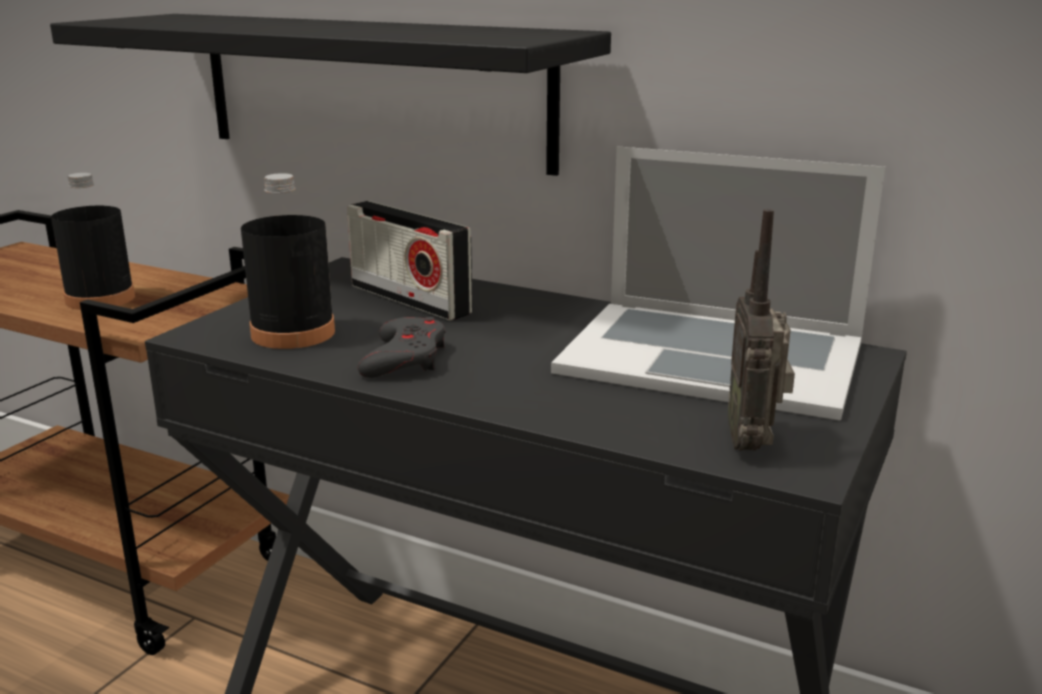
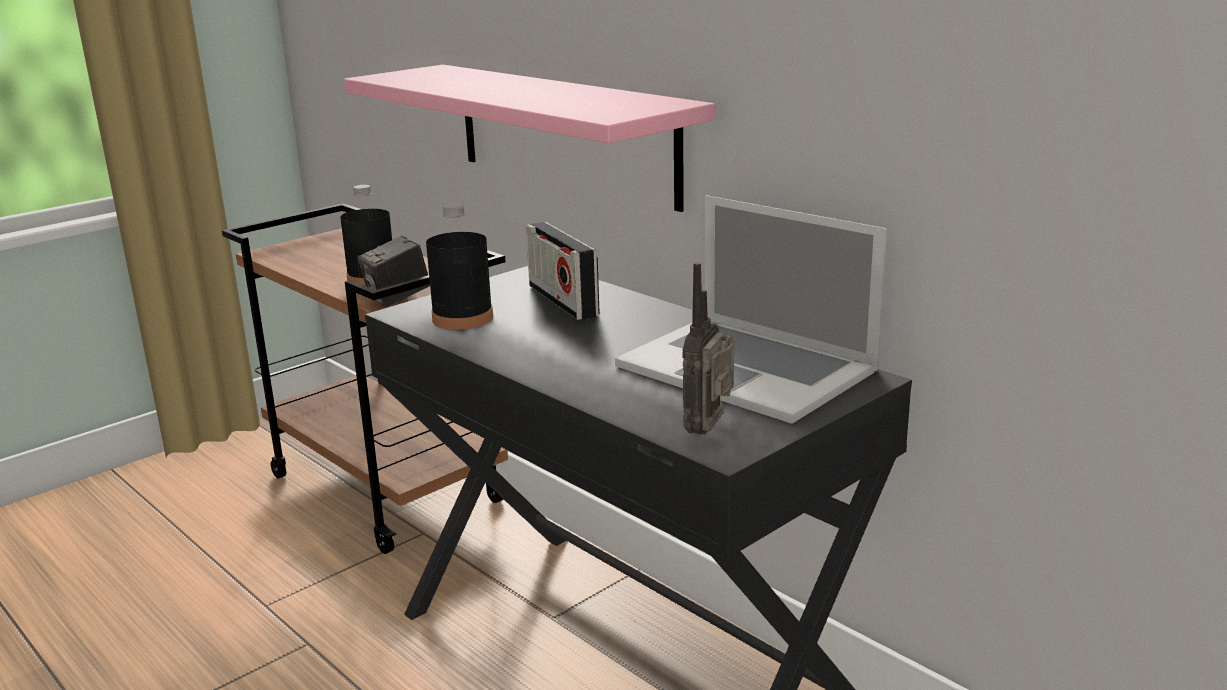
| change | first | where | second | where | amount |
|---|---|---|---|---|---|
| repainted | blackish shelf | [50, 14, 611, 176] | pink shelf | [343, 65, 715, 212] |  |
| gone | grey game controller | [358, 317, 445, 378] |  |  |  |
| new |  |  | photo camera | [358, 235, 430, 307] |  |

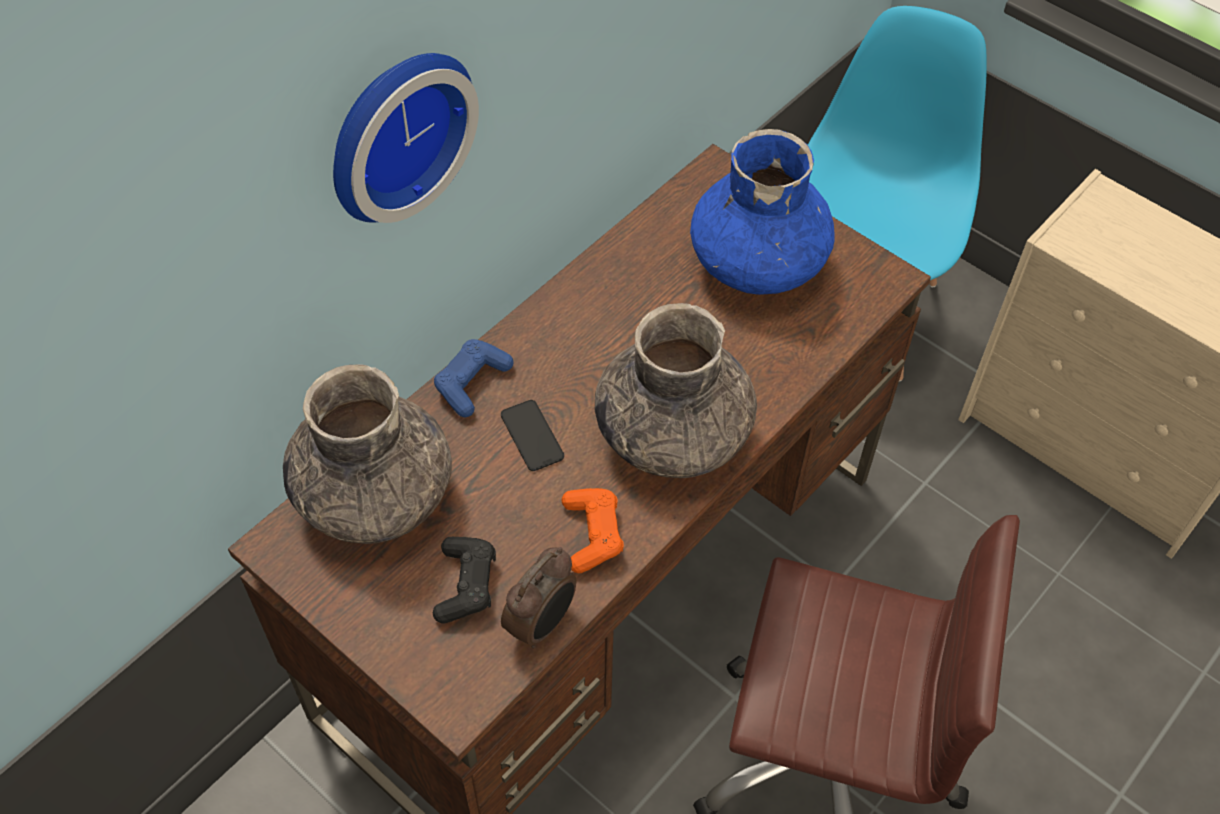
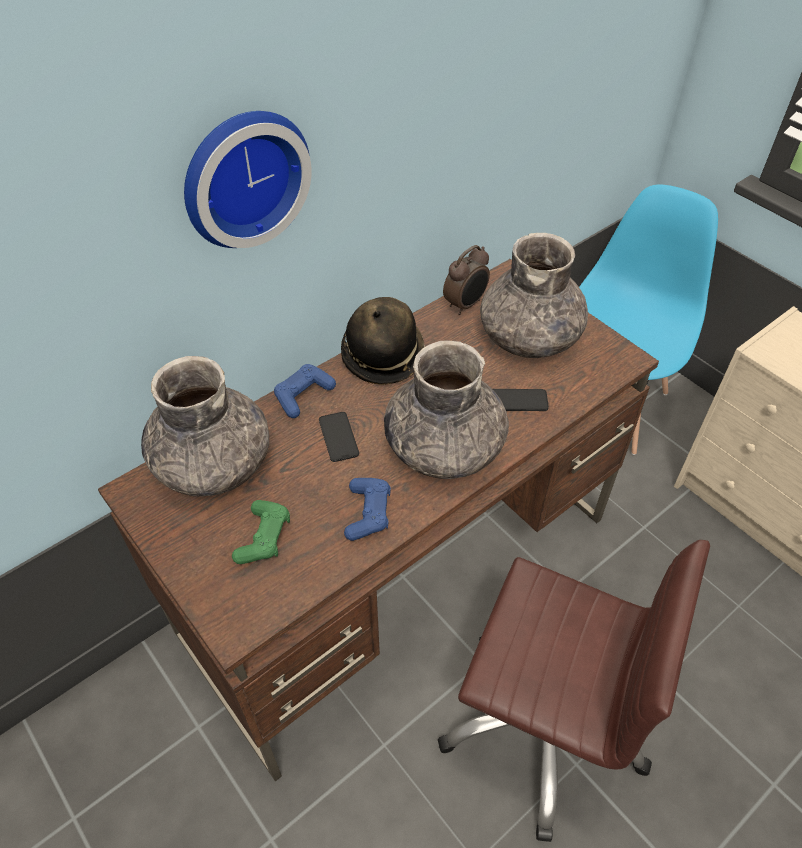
| change | first | where | second | where | amount |
|---|---|---|---|---|---|
| repainted | bluish flower vase | [690, 129, 835, 295] | grey flower vase | [480, 233, 588, 358] |  |
| repainted | orange game controller | [562, 488, 624, 573] | bluish game controller | [344, 478, 391, 541] |  |
| repainted | blackish game controller | [433, 537, 496, 624] | green-coloured game controller | [232, 500, 290, 564] |  |
| shifted | table clock | [501, 547, 576, 649] |  | [443, 245, 490, 315] |  |
| new |  |  | hat | [341, 297, 425, 385] |  |
| new |  |  | handset | [493, 389, 549, 411] |  |

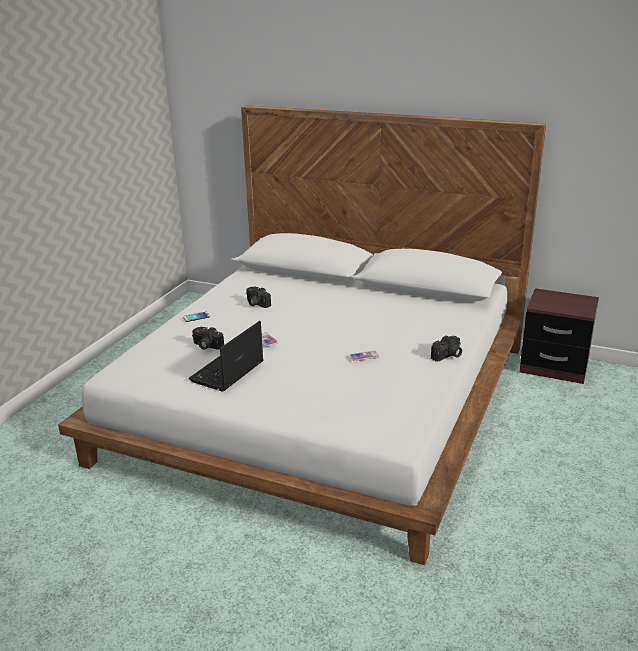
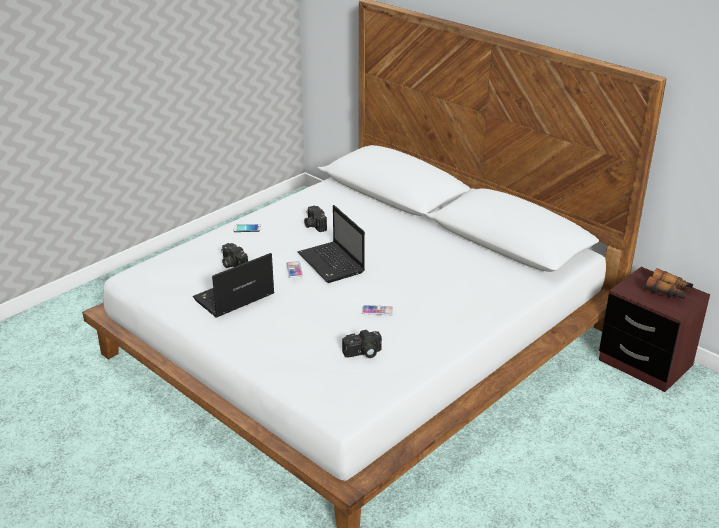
| change | first | where | second | where | amount |
|---|---|---|---|---|---|
| shifted | photo camera | [431, 335, 462, 362] |  | [342, 330, 382, 358] |  |
| new |  |  | portable computer | [297, 205, 365, 283] |  |
| new |  |  | pair of binoculars | [645, 268, 693, 299] |  |

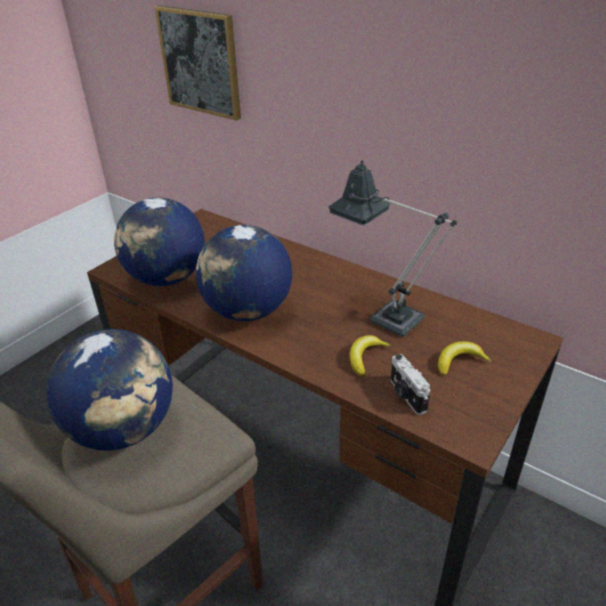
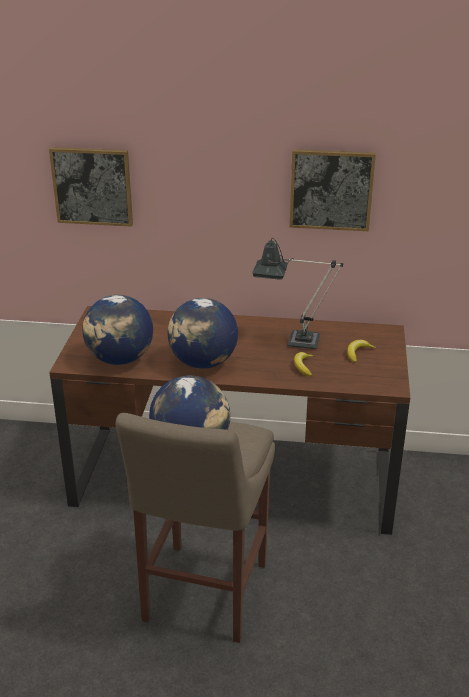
| change | first | where | second | where | amount |
|---|---|---|---|---|---|
| gone | photo camera | [390, 354, 430, 415] |  |  |  |
| new |  |  | wall picture | [290, 149, 376, 231] |  |

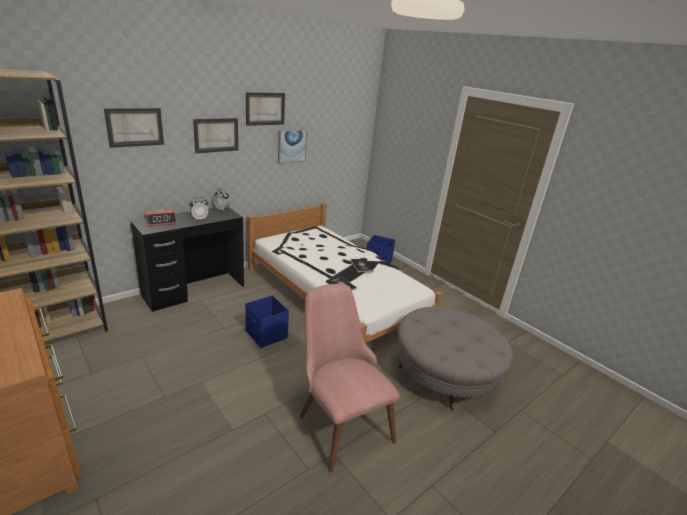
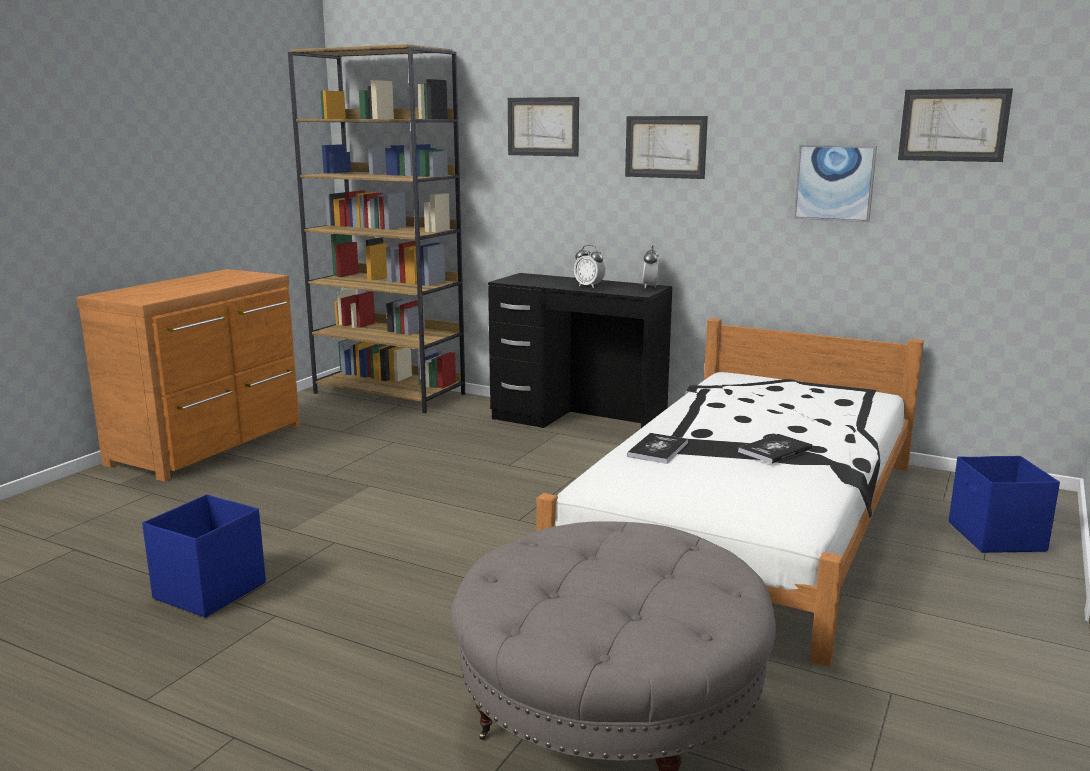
| change | first | where | second | where | amount |
|---|---|---|---|---|---|
| shifted | wall picture | [246, 92, 285, 126] |  | [898, 88, 1013, 162] |  |
| gone | table clock | [145, 209, 177, 226] |  |  |  |
| gone | pink upright chair | [299, 284, 399, 473] |  |  |  |
| shifted | bluish storage bin | [245, 295, 289, 348] |  | [142, 494, 266, 618] |  |

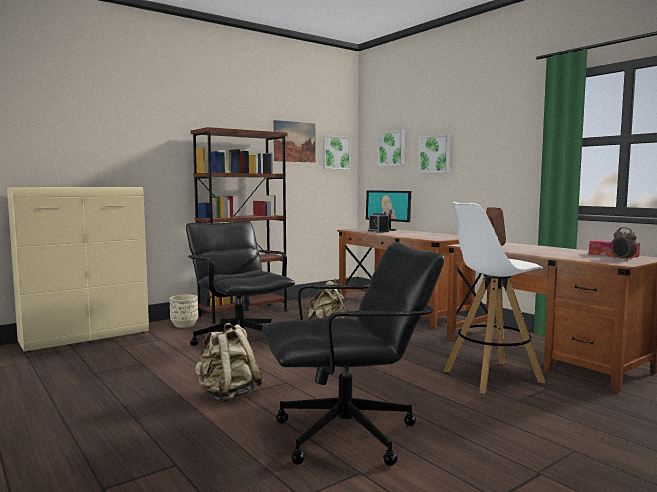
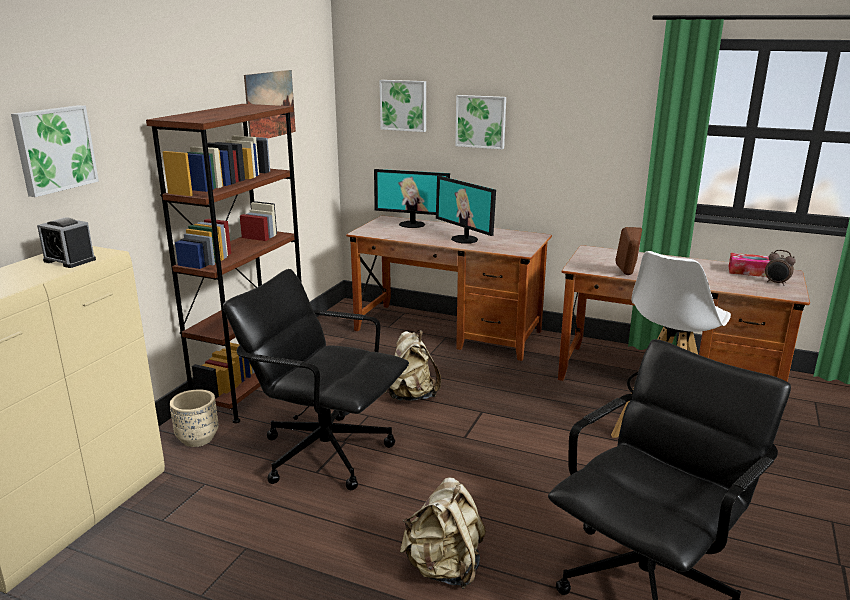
| change | first | where | second | where | amount |
|---|---|---|---|---|---|
| shifted | wall picture | [323, 136, 350, 169] |  | [11, 105, 99, 197] |  |
| shifted | table clock | [368, 213, 389, 233] |  | [37, 217, 96, 268] |  |
| new |  |  | computer display | [436, 176, 496, 243] |  |

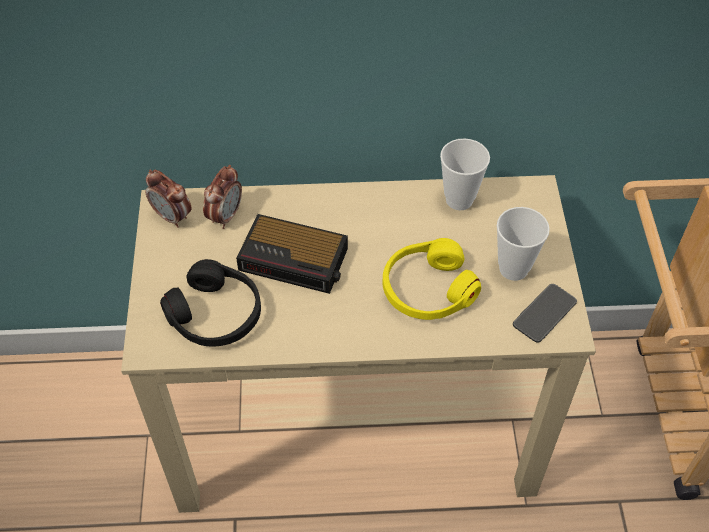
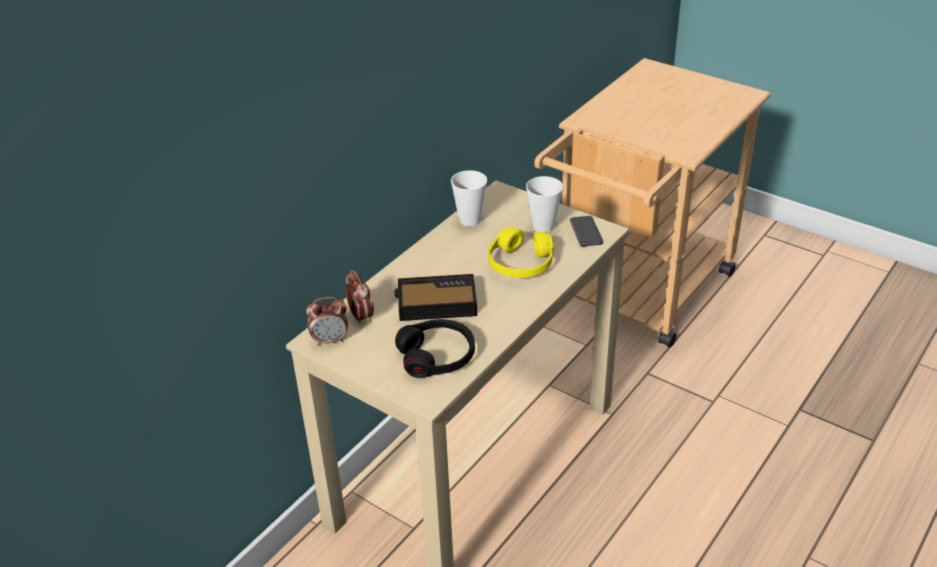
| change | first | where | second | where | amount |
|---|---|---|---|---|---|
| rotated | table clock | [236, 214, 348, 294] |  | [394, 274, 477, 321] | 150 degrees counterclockwise |

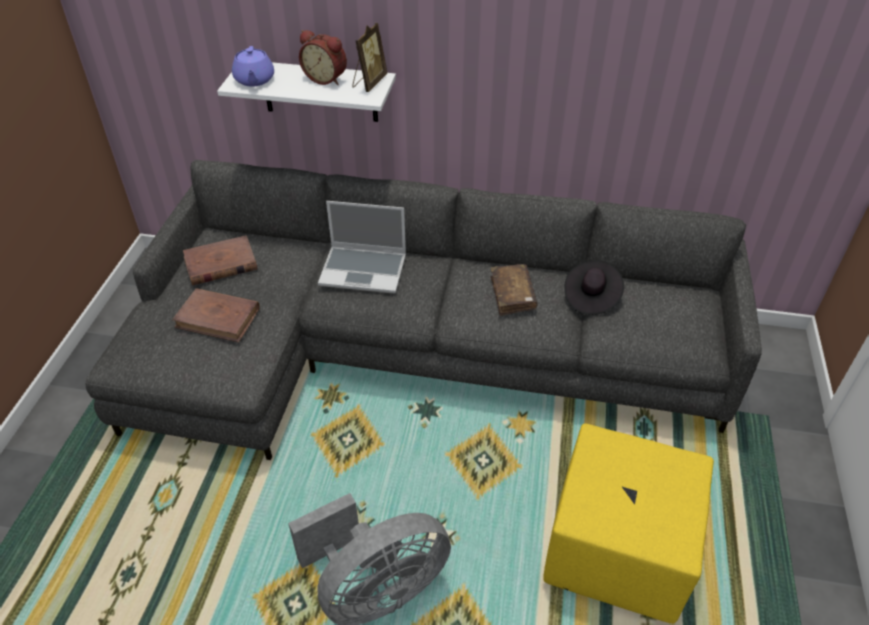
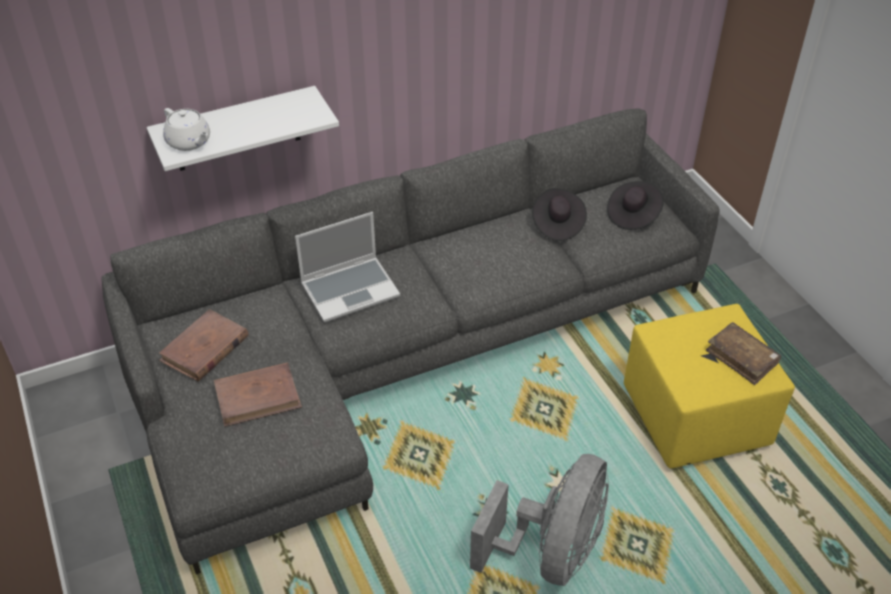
| change | first | where | second | where | amount |
|---|---|---|---|---|---|
| gone | photo frame | [352, 23, 387, 92] |  |  |  |
| gone | table clock | [299, 30, 347, 85] |  |  |  |
| repainted | purplish teapot | [232, 46, 274, 87] | white teapot | [163, 108, 210, 151] |  |
| shifted | brown-coloured bound book | [491, 264, 538, 316] |  | [706, 322, 781, 385] |  |
| new |  |  | blackish hat | [607, 181, 663, 230] |  |

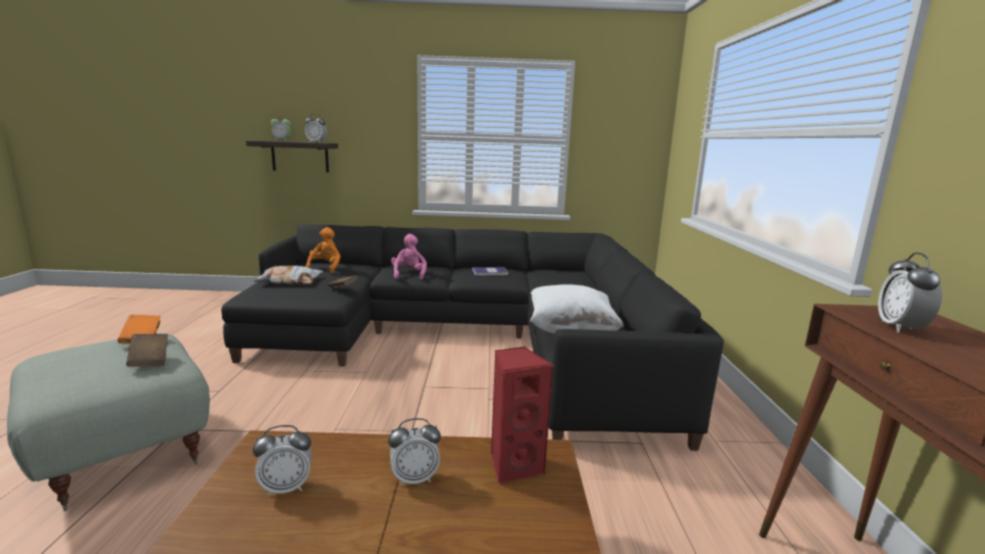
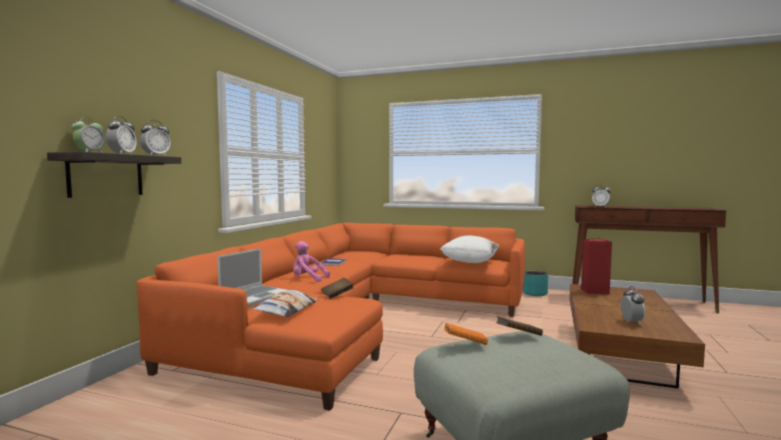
| change | first | where | second | where | amount |
|---|---|---|---|---|---|
| repainted | blackish couch | [221, 224, 724, 451] | orange couch | [137, 223, 525, 411] |  |
| swapped | orange soft toy | [306, 227, 341, 273] | portable computer | [217, 248, 286, 306] |  |
| shifted | table clock | [388, 418, 441, 486] |  | [106, 116, 137, 154] |  |
| new |  |  | blue-green plant pot | [523, 270, 548, 296] |  |

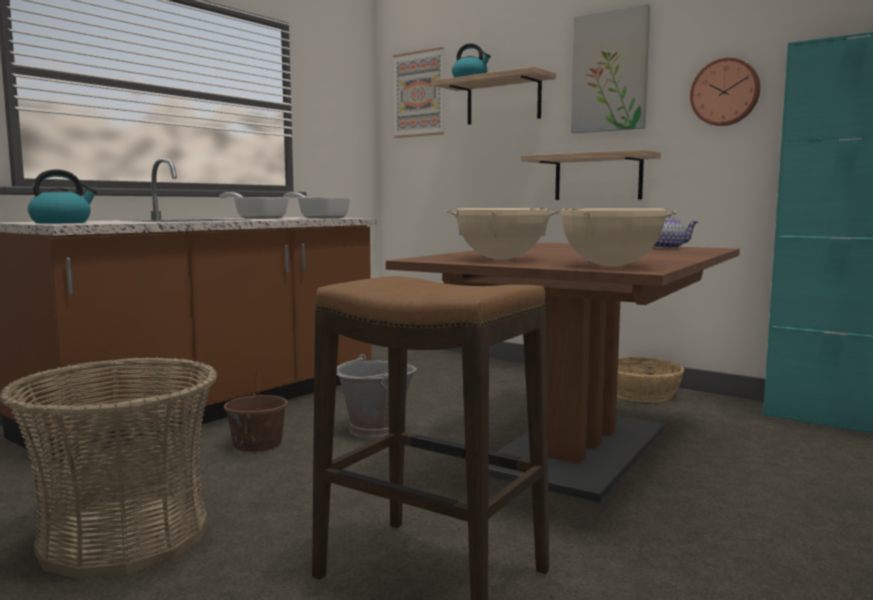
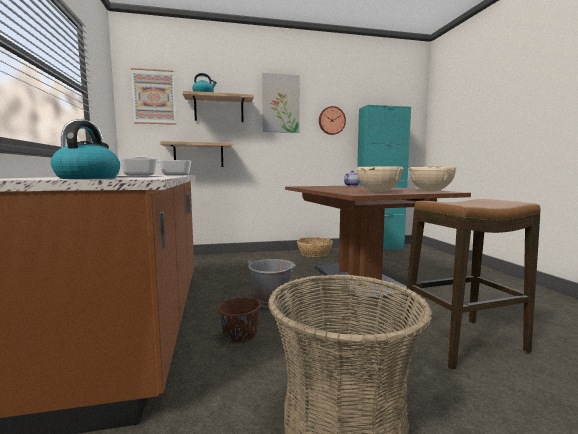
| change | first | where | second | where | amount |
|---|---|---|---|---|---|
| shifted | shelf | [521, 149, 661, 200] |  | [160, 141, 232, 167] |  |

